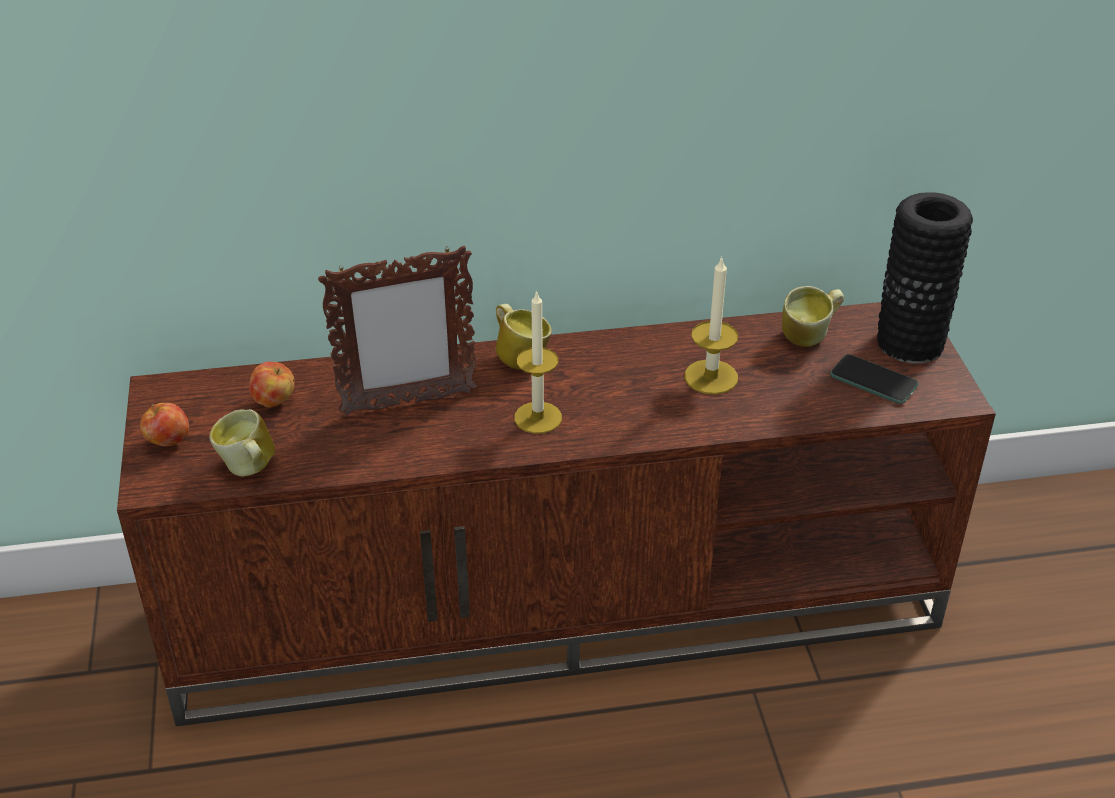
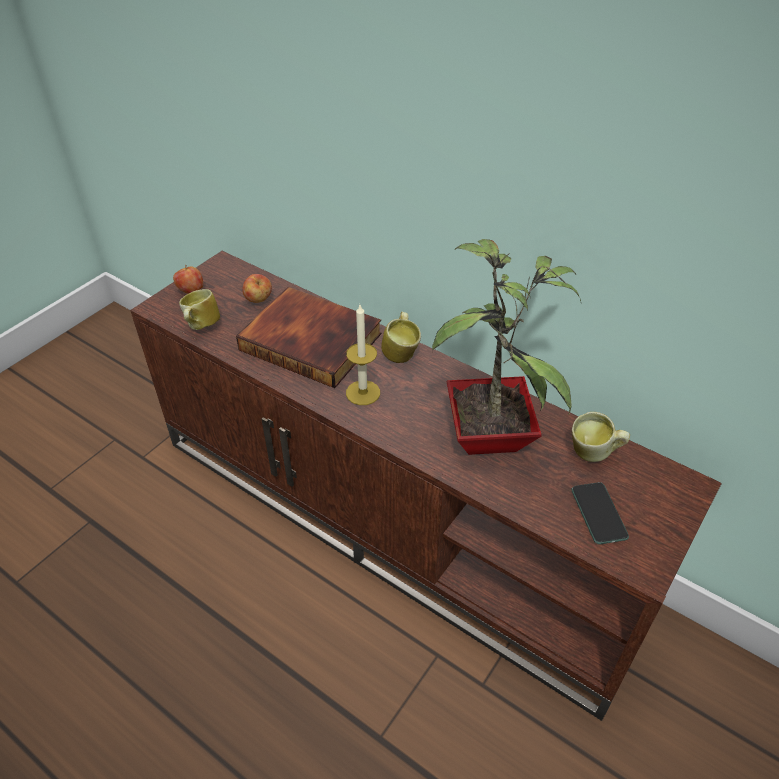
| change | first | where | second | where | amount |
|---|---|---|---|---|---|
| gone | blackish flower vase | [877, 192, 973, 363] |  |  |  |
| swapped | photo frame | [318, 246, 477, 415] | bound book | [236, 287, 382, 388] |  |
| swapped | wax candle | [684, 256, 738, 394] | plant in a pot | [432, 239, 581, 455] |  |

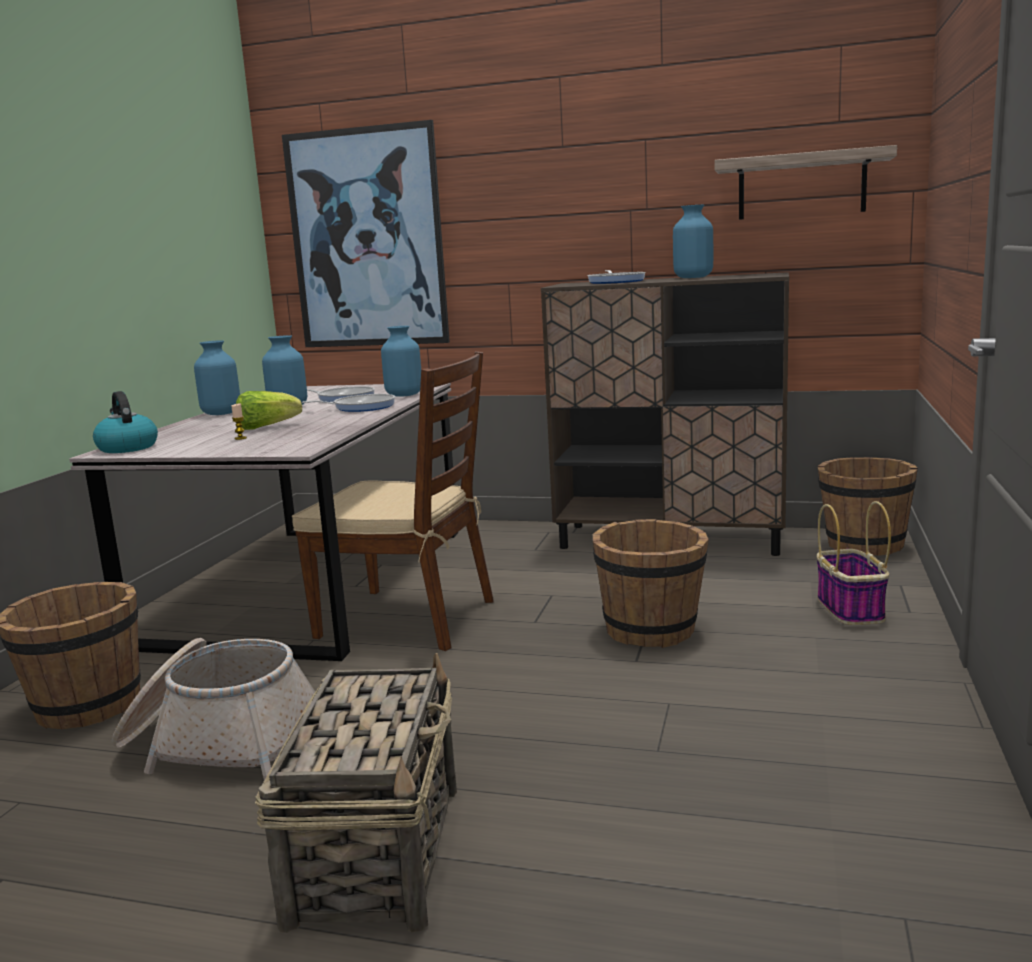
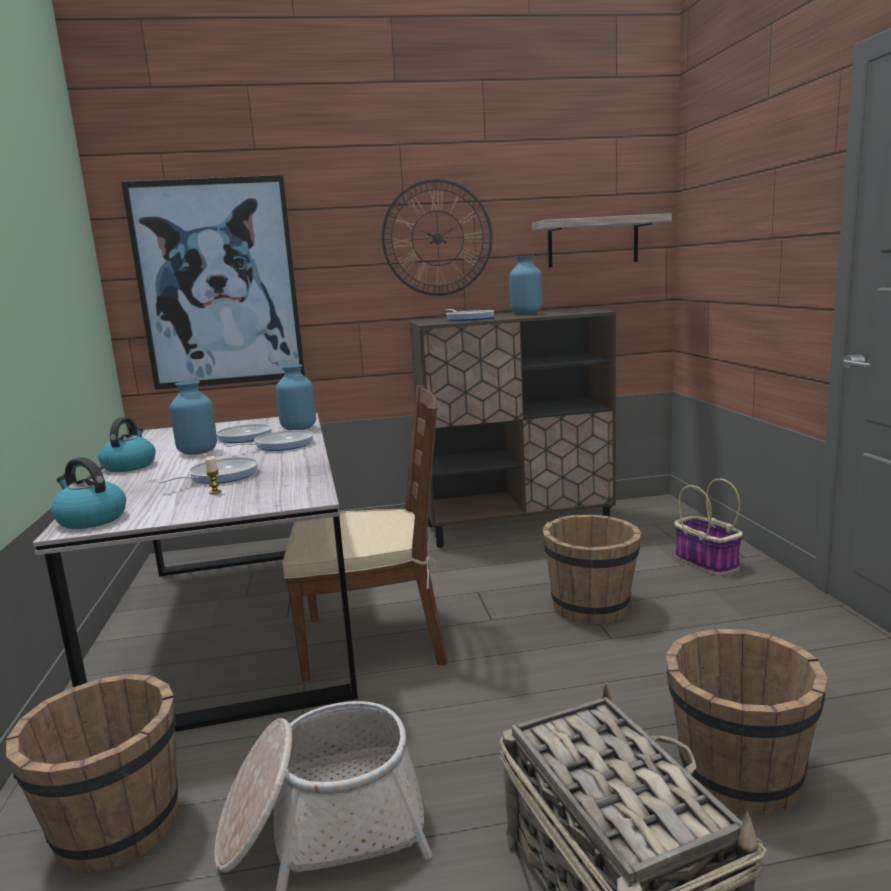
| change | first | where | second | where | amount |
|---|---|---|---|---|---|
| swapped | bluish flower vase | [194, 340, 240, 415] | kettle | [98, 417, 155, 472] |  |
| swapped | lettuce | [236, 391, 302, 430] | pan | [159, 457, 258, 484] |  |
| shifted | brown-coloured pail | [817, 457, 918, 556] |  | [666, 629, 828, 815] |  |
| new |  |  | wall clock | [382, 179, 493, 296] |  |

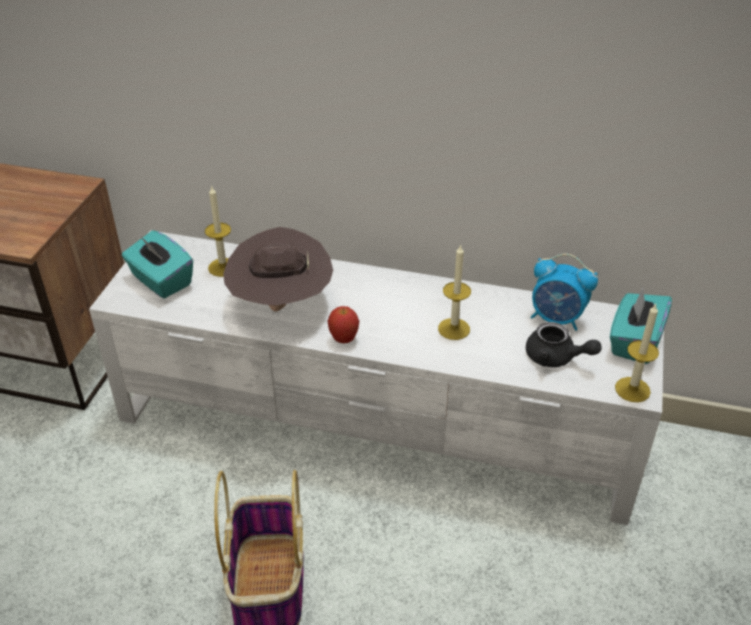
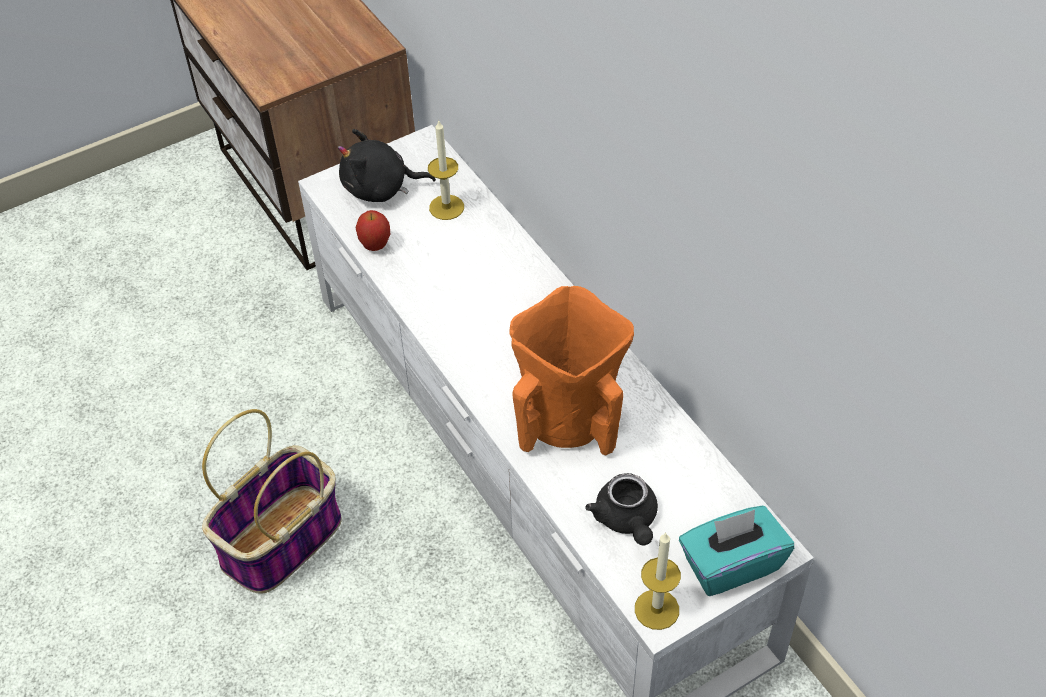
| change | first | where | second | where | amount |
|---|---|---|---|---|---|
| gone | brown-coloured hat | [223, 227, 333, 312] |  |  |  |
| swapped | blue-green box of tissues | [122, 230, 193, 299] | blackish soft toy | [338, 129, 436, 202] |  |
| swapped | wax candle | [438, 244, 471, 340] | orange flower vase | [510, 286, 634, 456] |  |
| gone | table clock | [530, 254, 598, 331] |  |  |  |
| shifted | apple fruit | [328, 306, 359, 343] |  | [355, 210, 390, 251] |  |

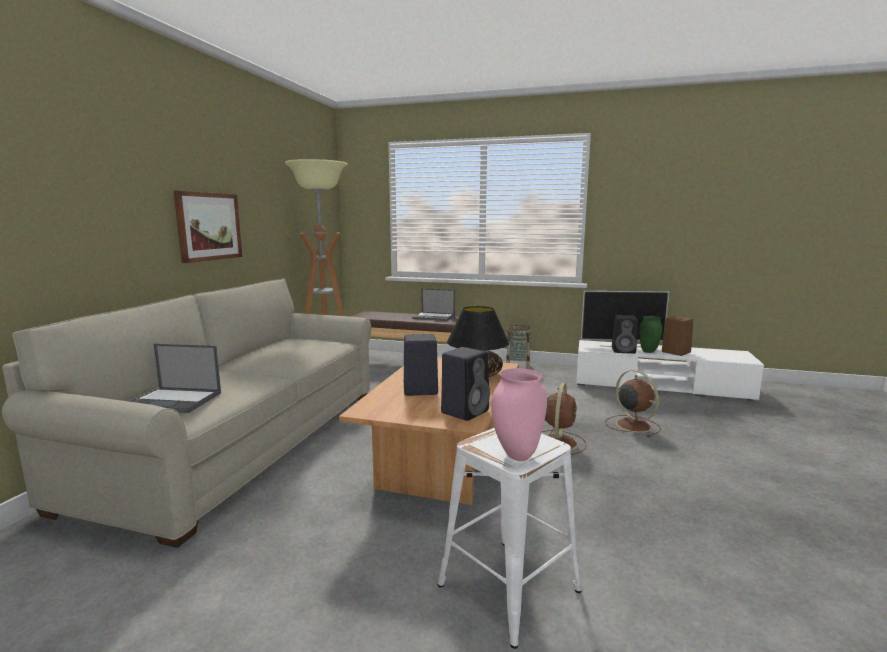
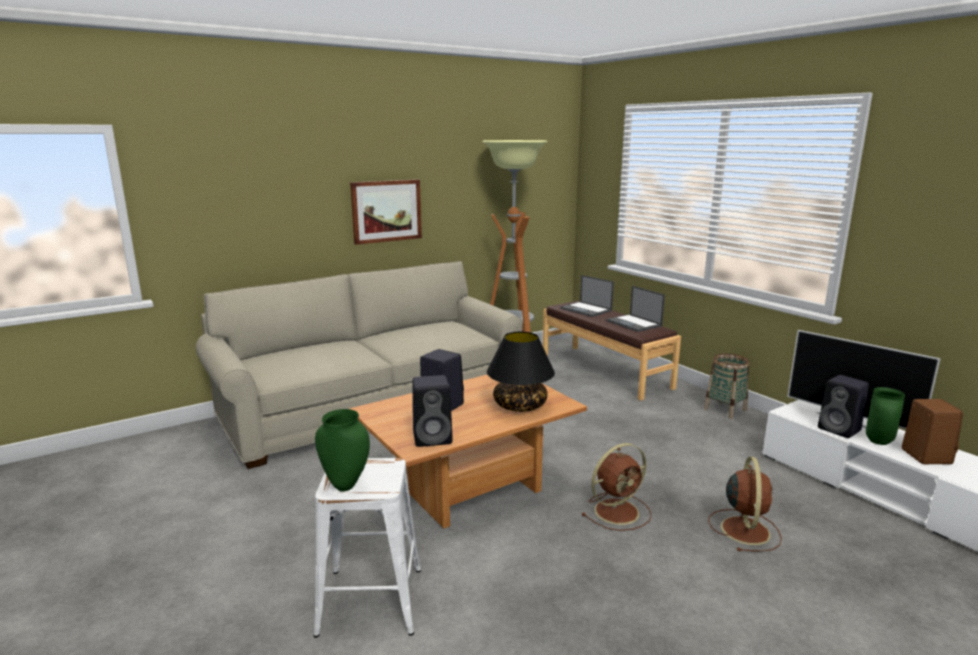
| change | first | where | second | where | amount |
|---|---|---|---|---|---|
| shifted | portable computer | [131, 343, 221, 413] |  | [560, 275, 614, 317] |  |
| repainted | pink flower vase | [491, 368, 547, 461] | green-coloured flower vase | [315, 409, 370, 492] |  |

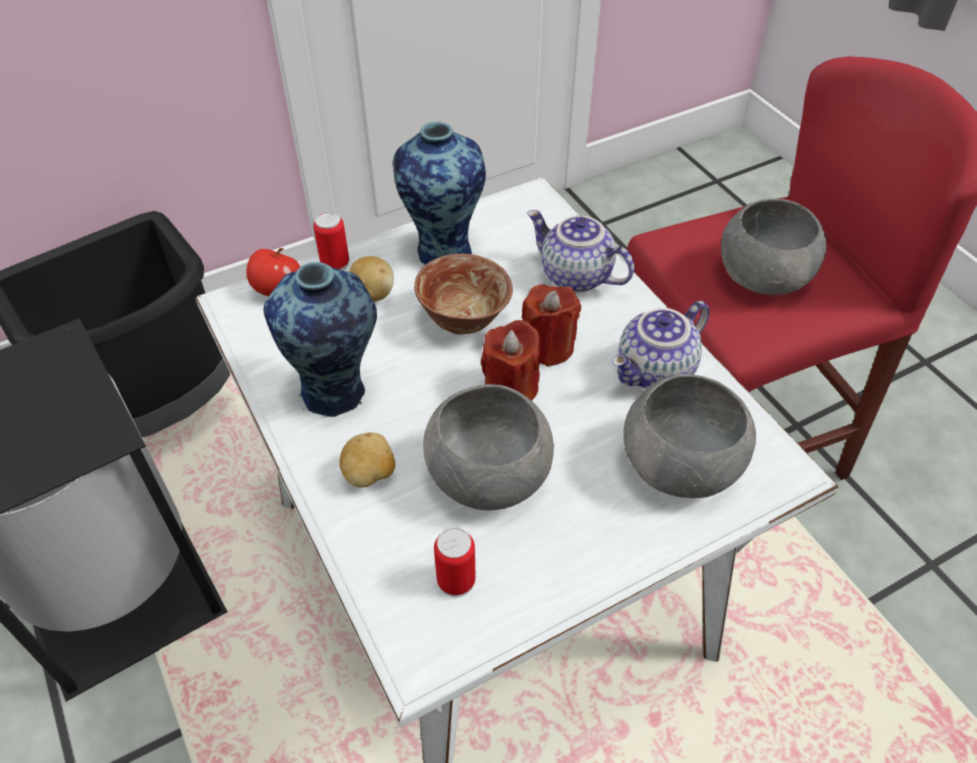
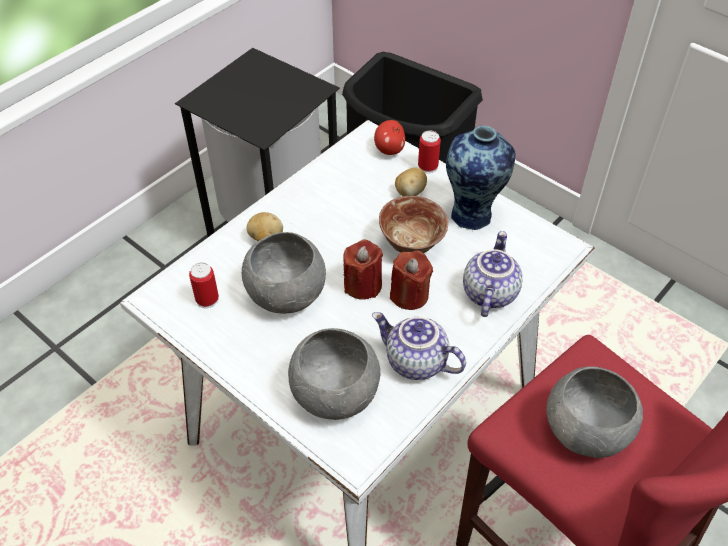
| change | first | where | second | where | amount |
|---|---|---|---|---|---|
| gone | flower vase | [263, 262, 377, 417] |  |  |  |

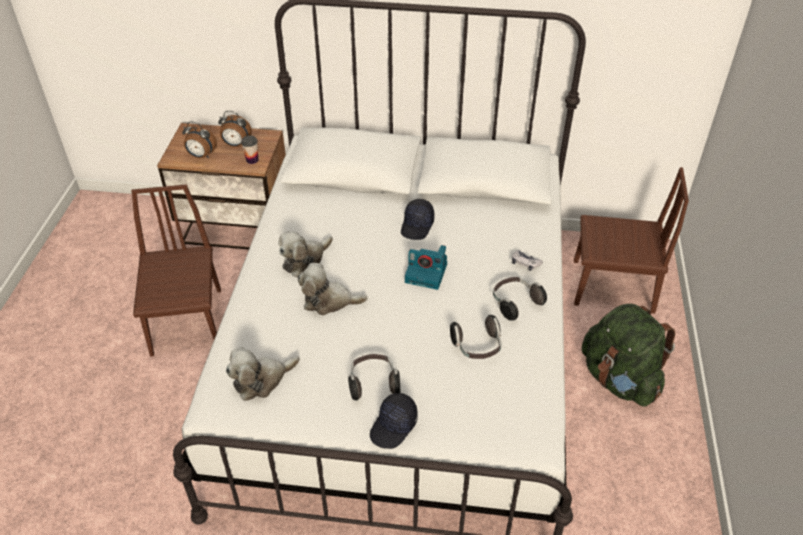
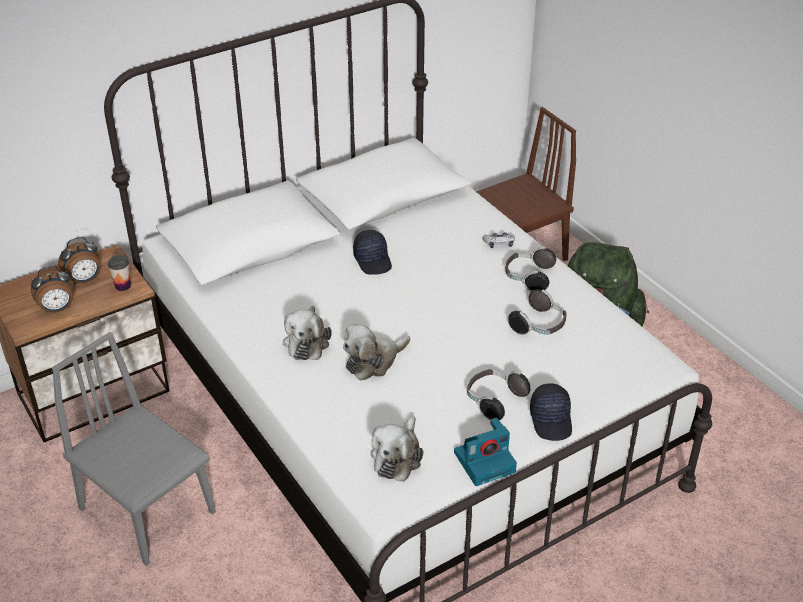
| change | first | where | second | where | amount |
|---|---|---|---|---|---|
| repainted | brown-coloured upright chair | [131, 184, 221, 357] | grey upright chair | [52, 332, 216, 566] |  |
| shifted | photo camera | [405, 245, 447, 290] |  | [454, 418, 517, 486] |  |

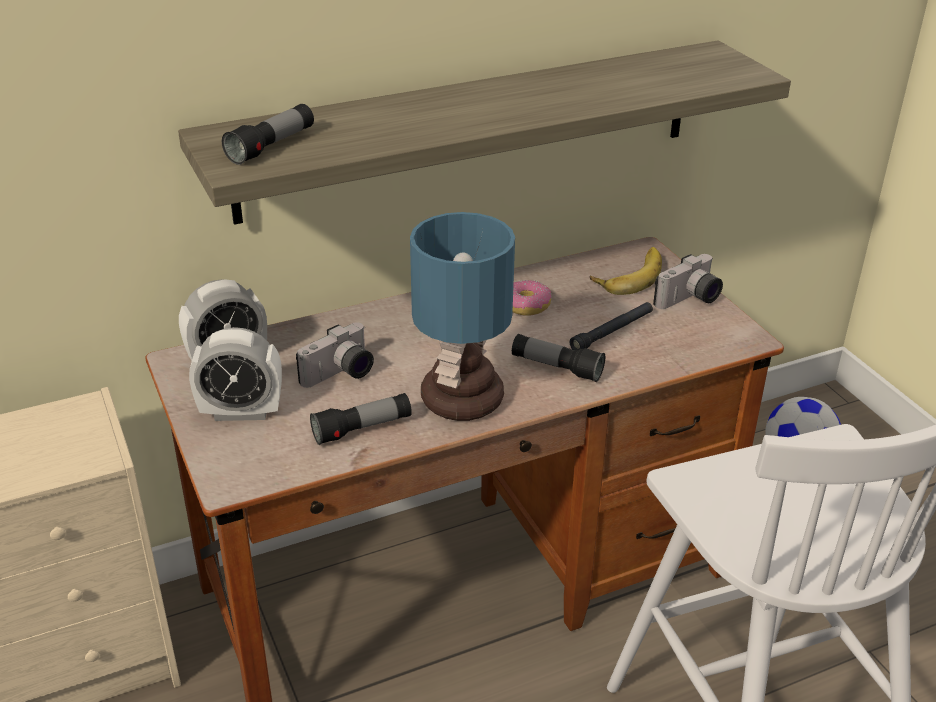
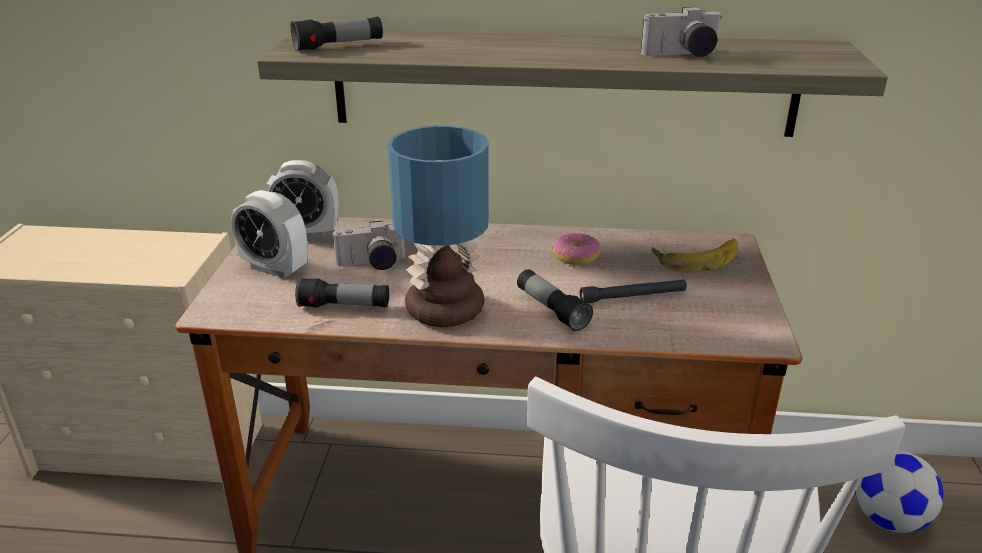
| change | first | where | second | where | amount |
|---|---|---|---|---|---|
| shifted | photo camera | [653, 254, 723, 309] |  | [641, 7, 722, 57] |  |

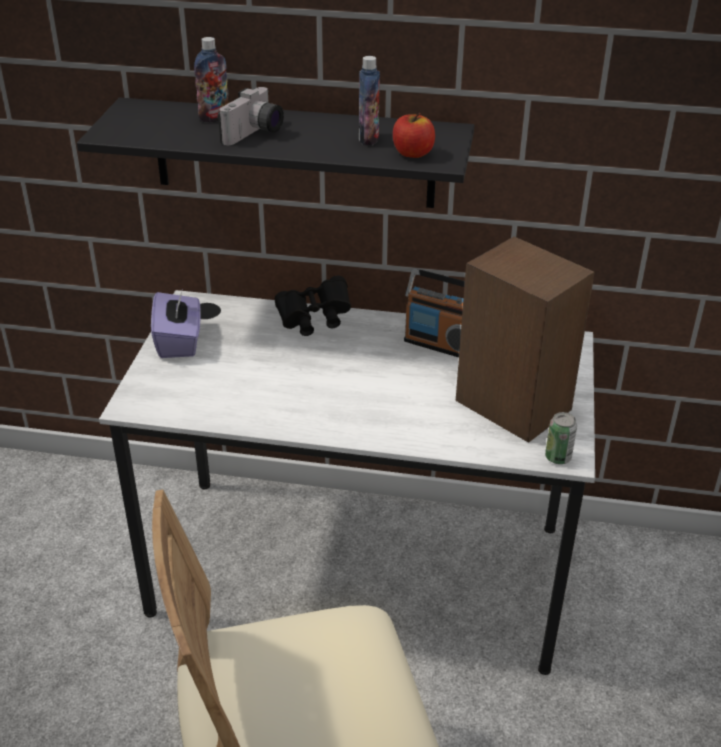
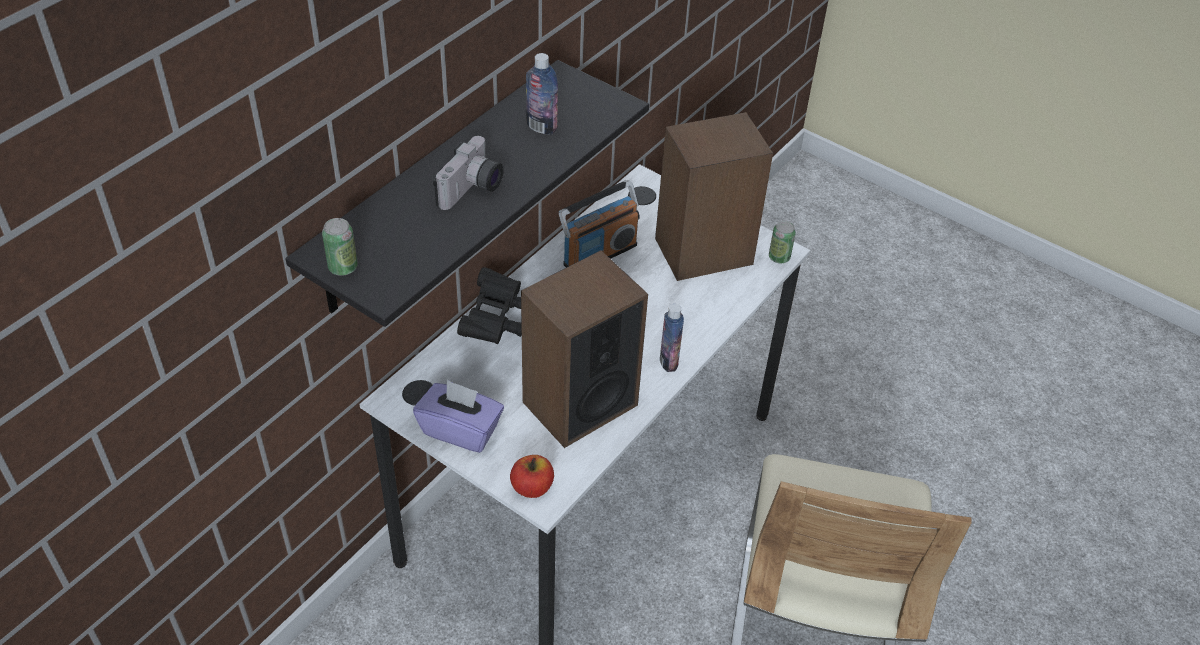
| change | first | where | second | where | amount |
|---|---|---|---|---|---|
| shifted | drink bottle | [194, 37, 229, 122] |  | [660, 304, 684, 372] |  |
| rotated | photo camera | [217, 87, 284, 145] |  | [433, 136, 504, 210] | 60 degrees clockwise |
| shifted | apple fruit | [393, 113, 435, 158] |  | [510, 455, 554, 498] |  |
| new |  |  | can | [322, 218, 358, 276] |  |
| new |  |  | audio speaker | [521, 250, 648, 448] |  |

